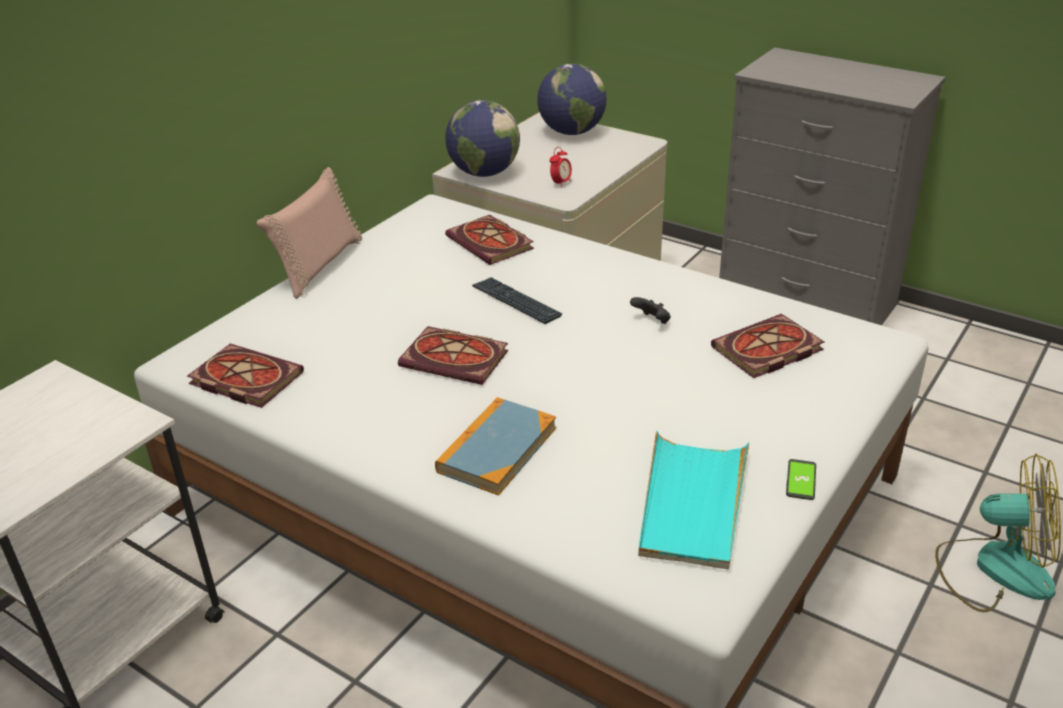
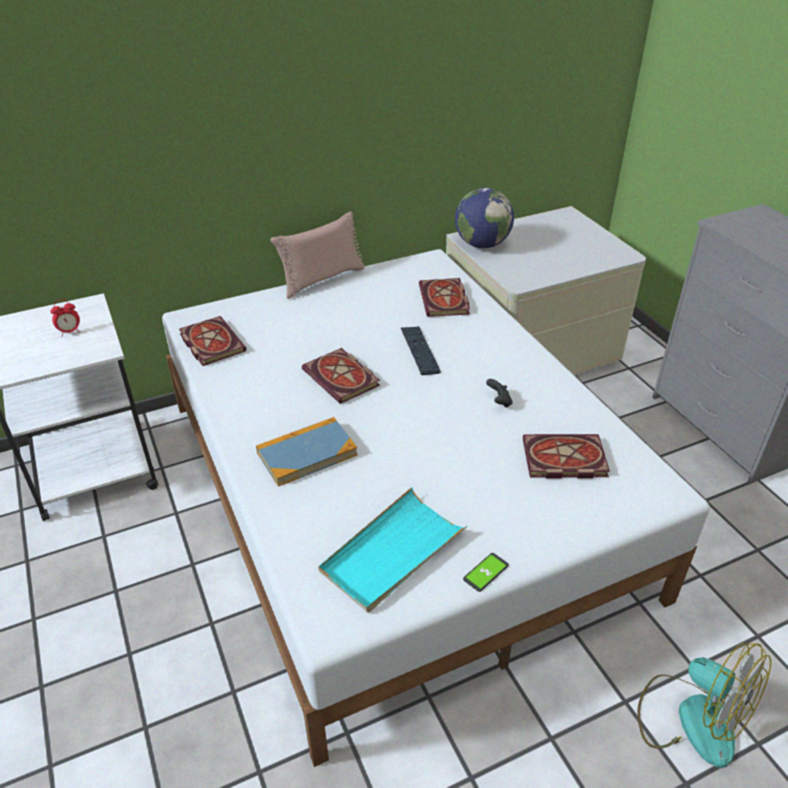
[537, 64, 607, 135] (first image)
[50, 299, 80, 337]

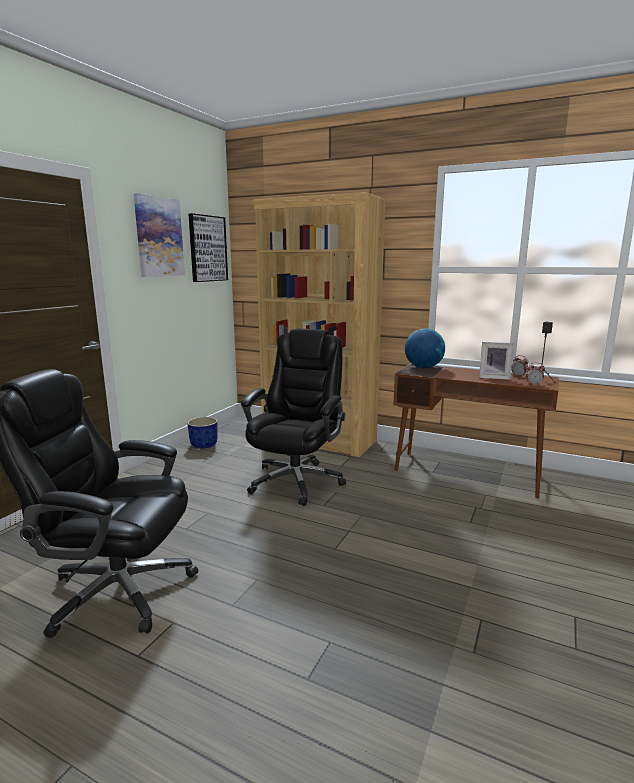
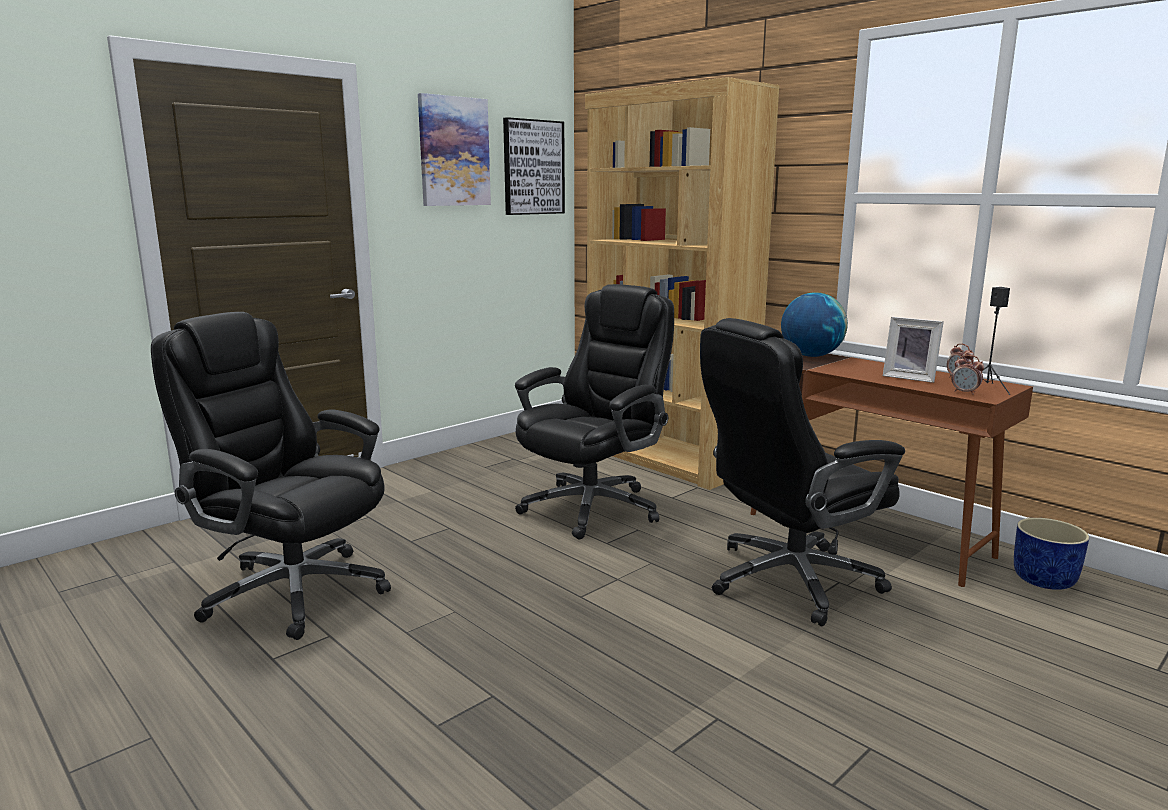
[1014, 518, 1089, 590]
[700, 318, 905, 626]

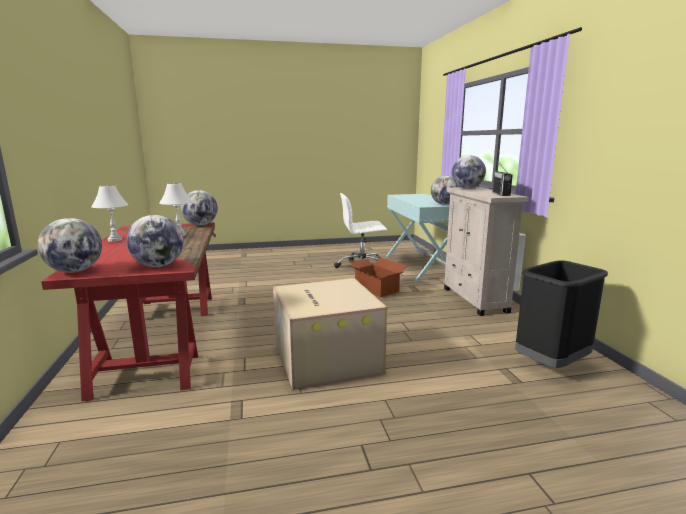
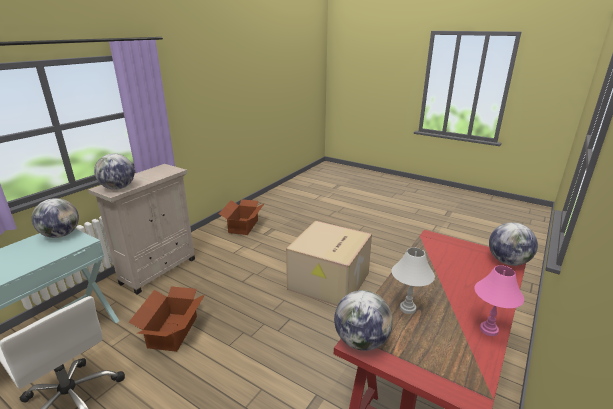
[493, 163, 513, 196] (first image)
[474, 265, 524, 336]
[126, 215, 183, 267] (first image)
[219, 199, 265, 235]

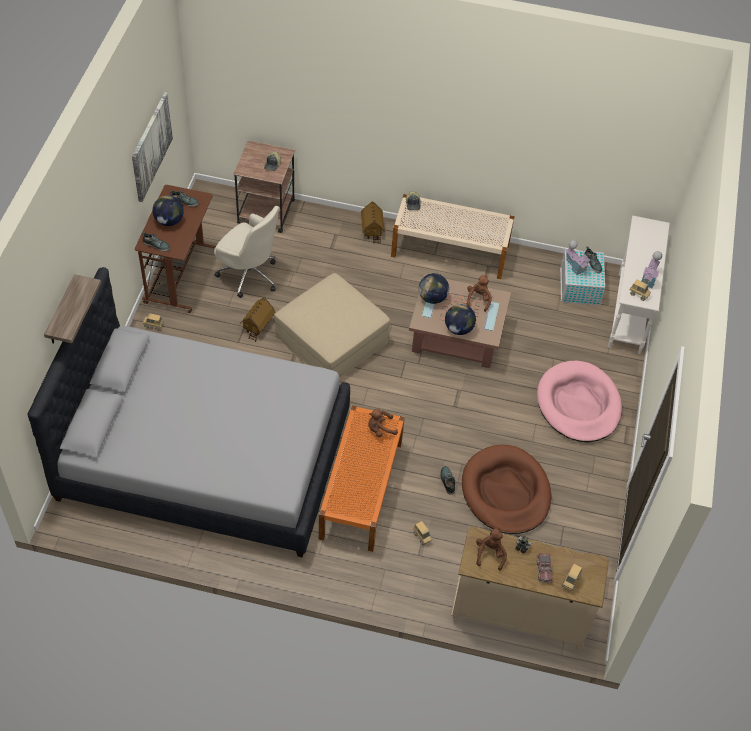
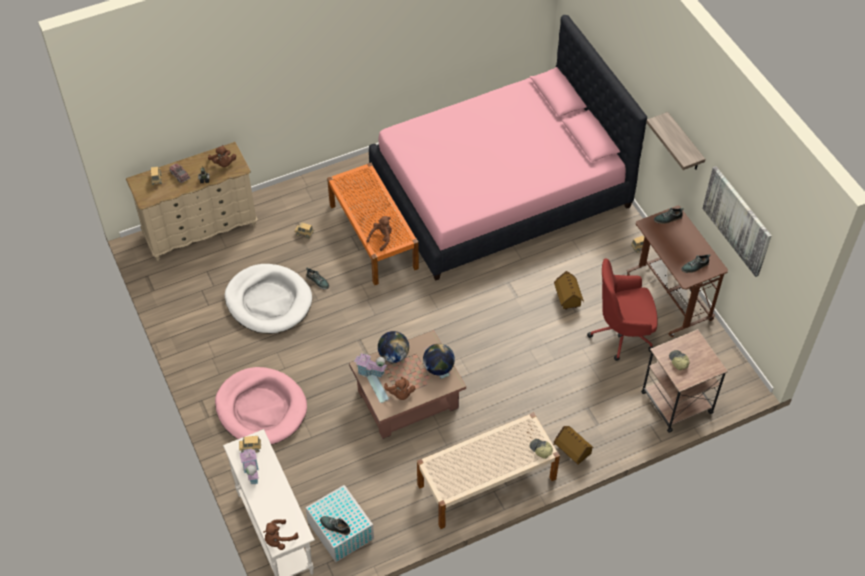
[153, 195, 184, 226] (first image)
[587, 258, 658, 361]
[354, 353, 387, 378]
[369, 15, 647, 281]
[275, 273, 390, 377] (first image)
[646, 112, 705, 170]
[225, 264, 312, 334]
[263, 519, 298, 550]

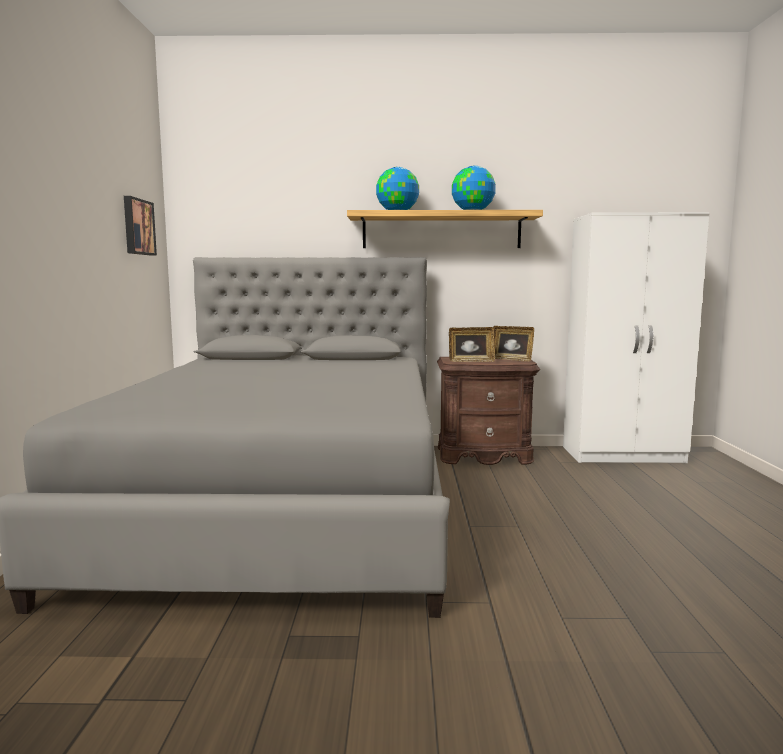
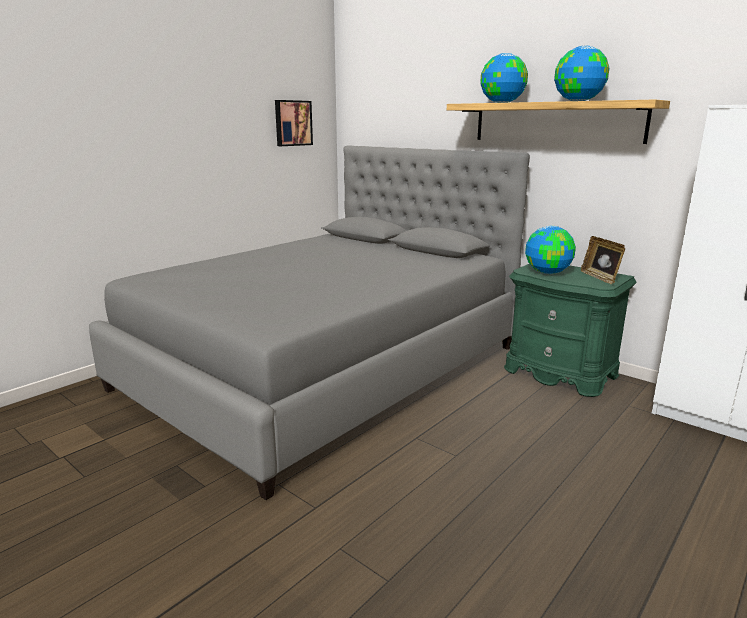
[525, 226, 576, 274]
[504, 264, 637, 397]

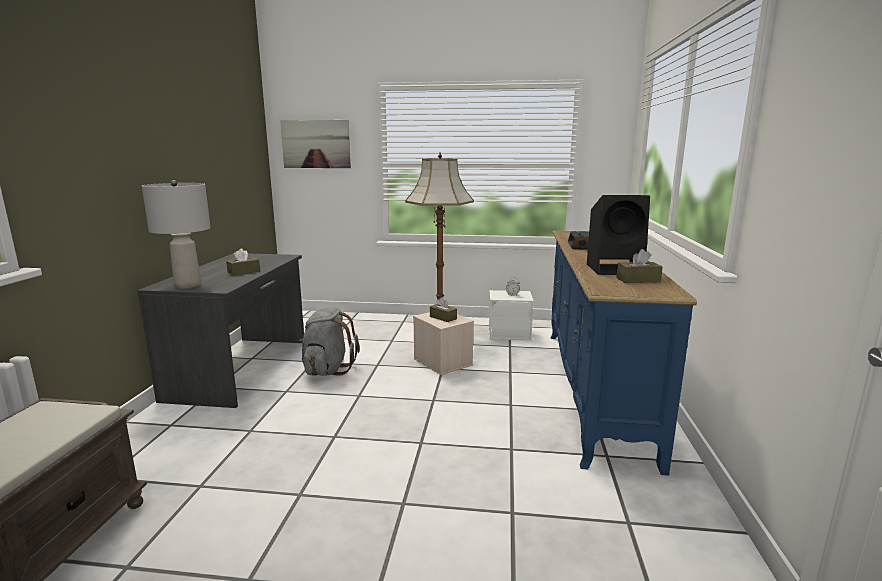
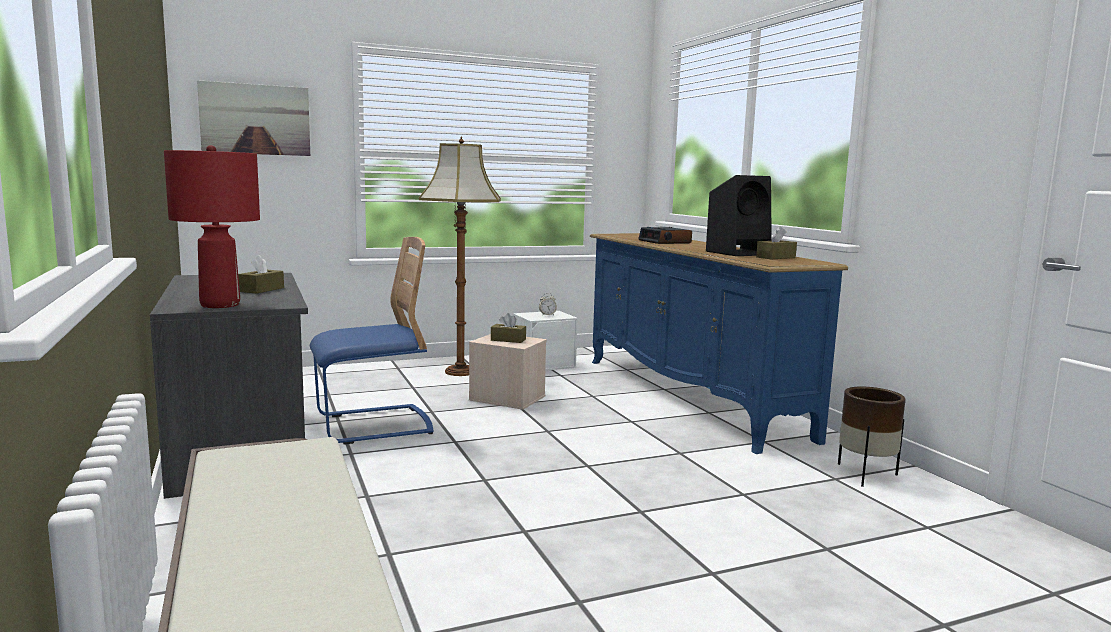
[164, 145, 260, 308]
[310, 237, 433, 445]
[838, 387, 906, 487]

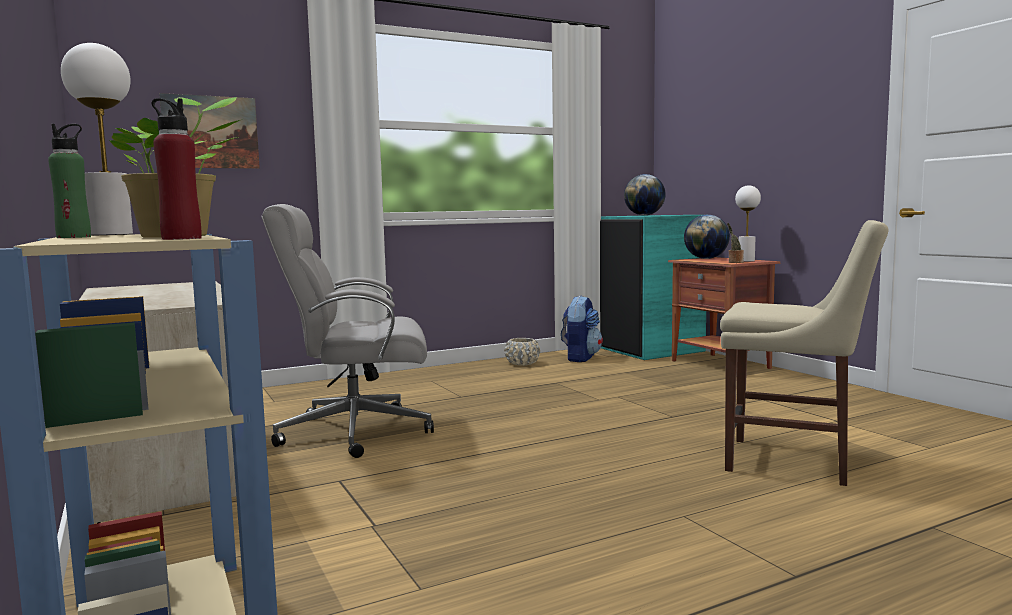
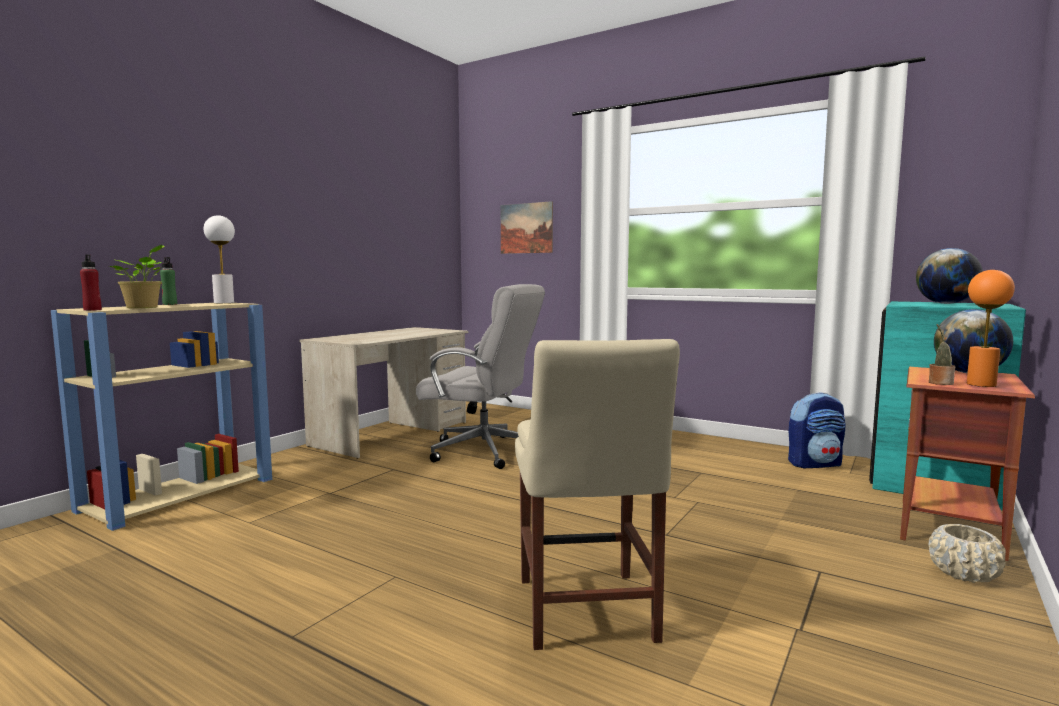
[967, 270, 1015, 387]
[416, 284, 545, 469]
[928, 524, 1006, 583]

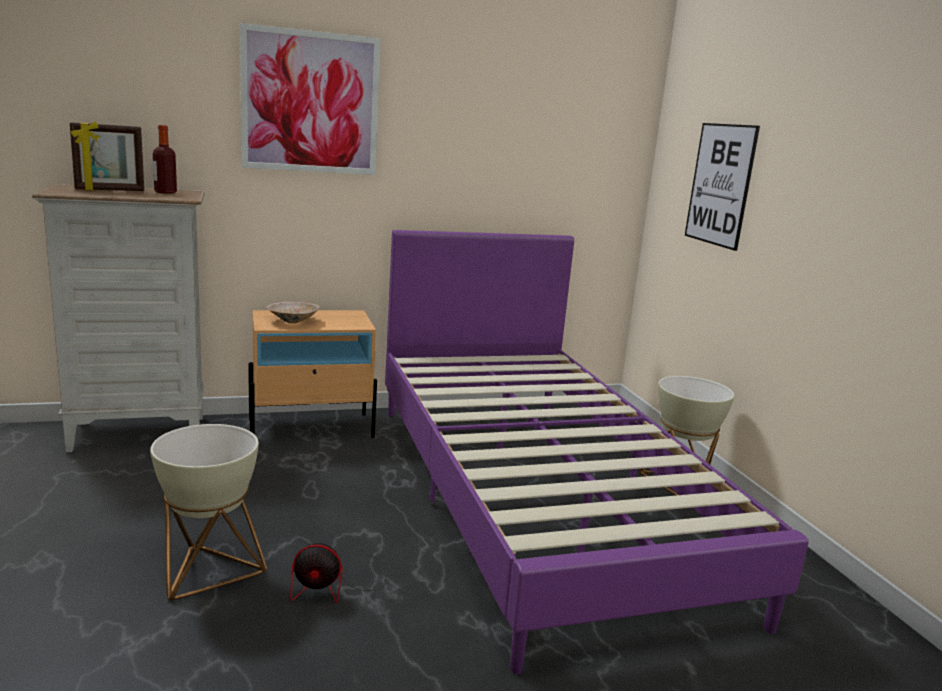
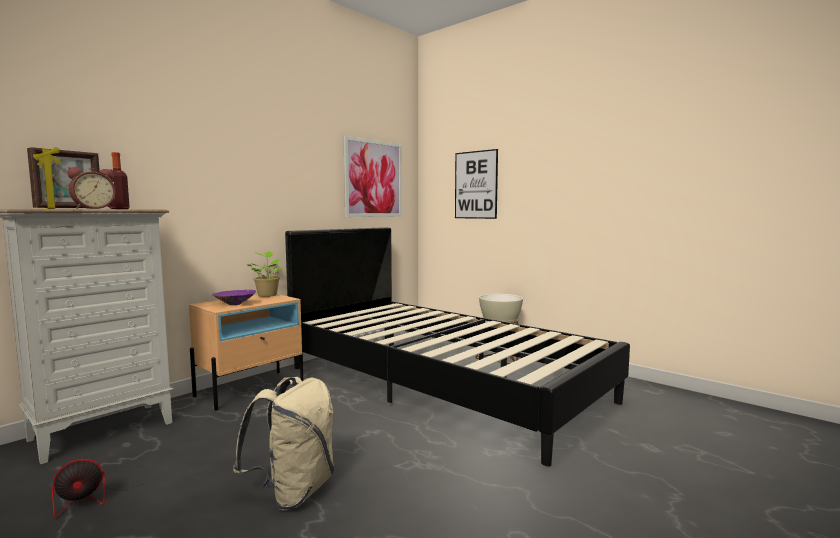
[344, 136, 402, 217]
[285, 227, 630, 466]
[212, 290, 256, 305]
[233, 377, 334, 510]
[51, 458, 146, 518]
[67, 167, 116, 209]
[247, 251, 283, 297]

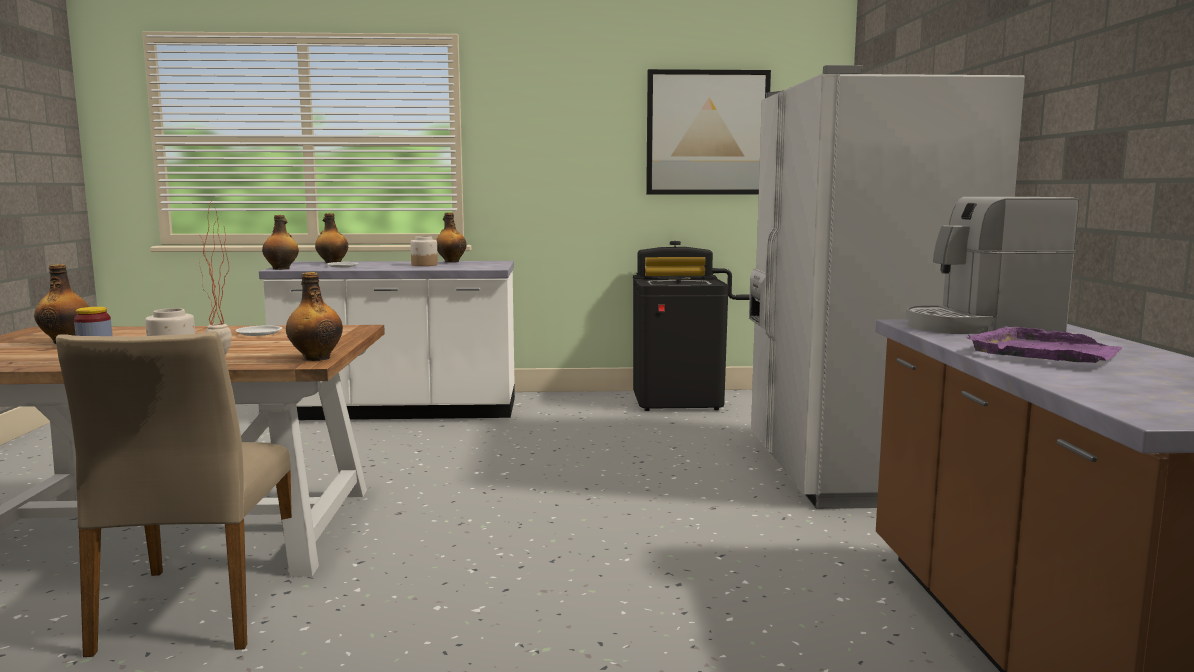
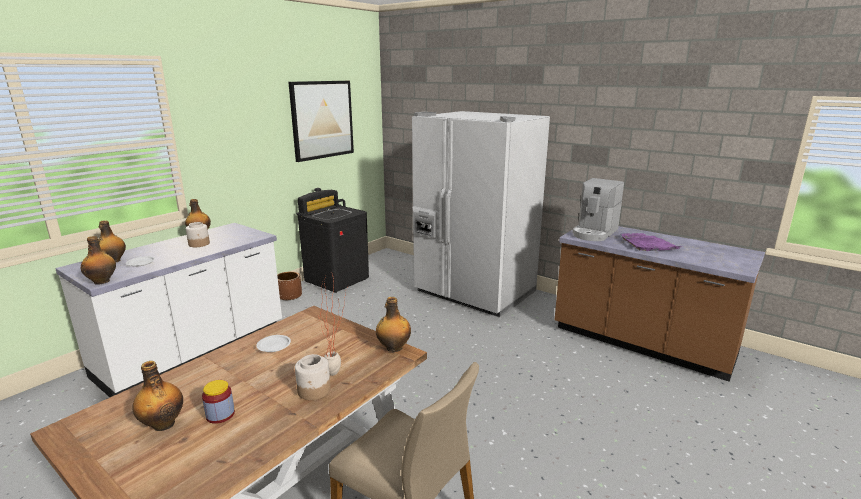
[277, 271, 302, 300]

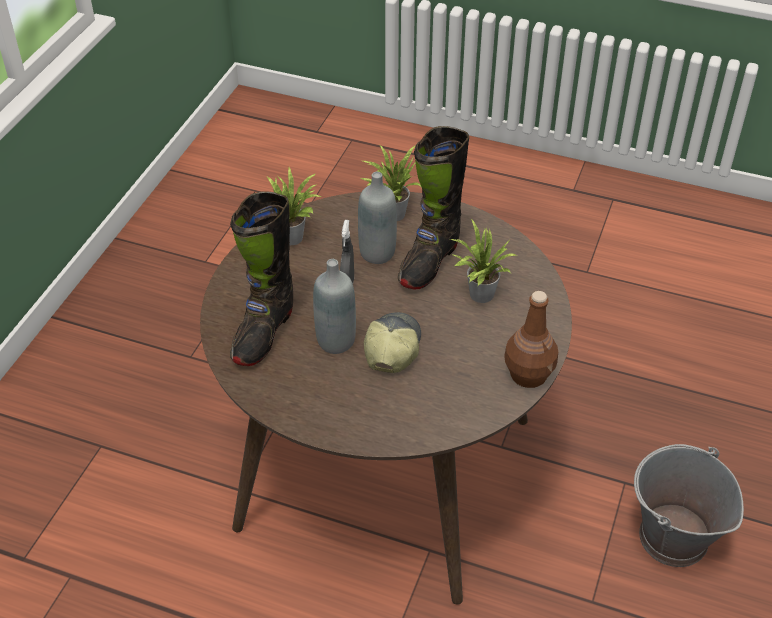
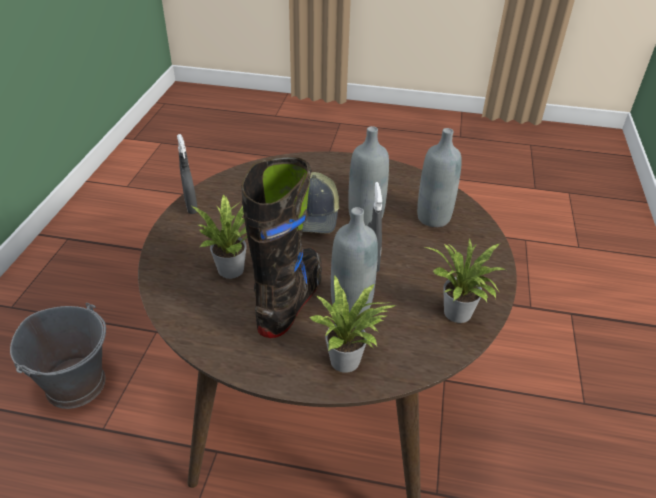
[417, 128, 462, 227]
[177, 134, 198, 214]

